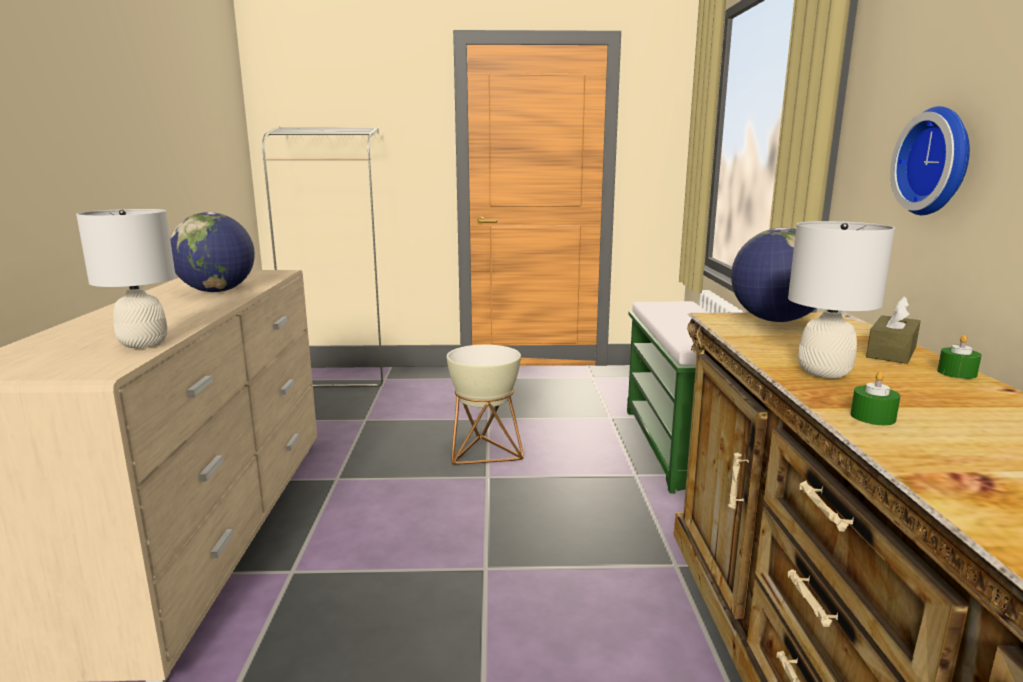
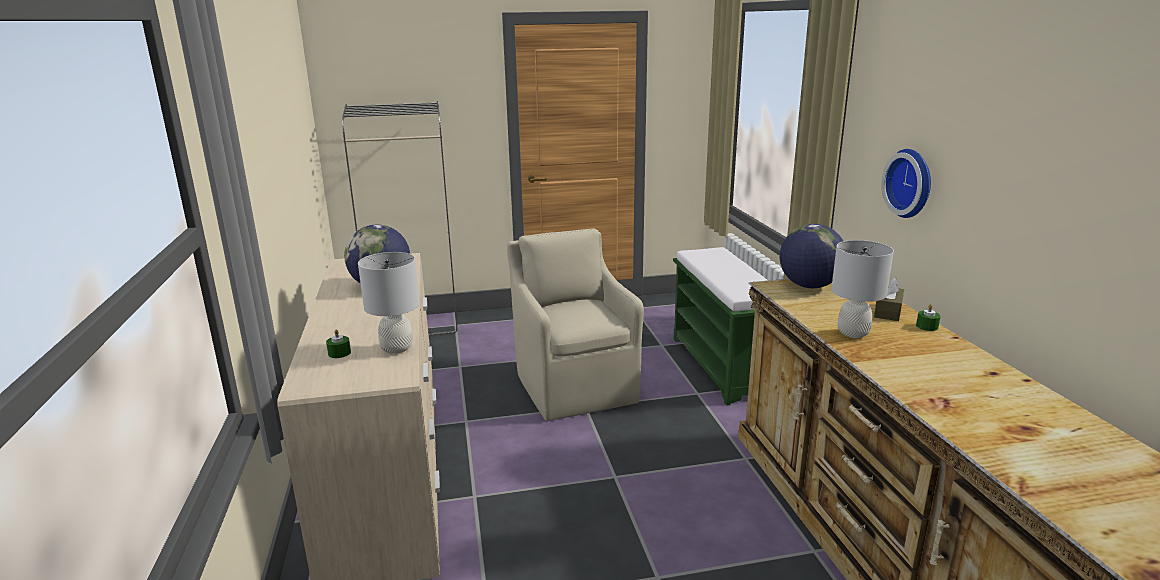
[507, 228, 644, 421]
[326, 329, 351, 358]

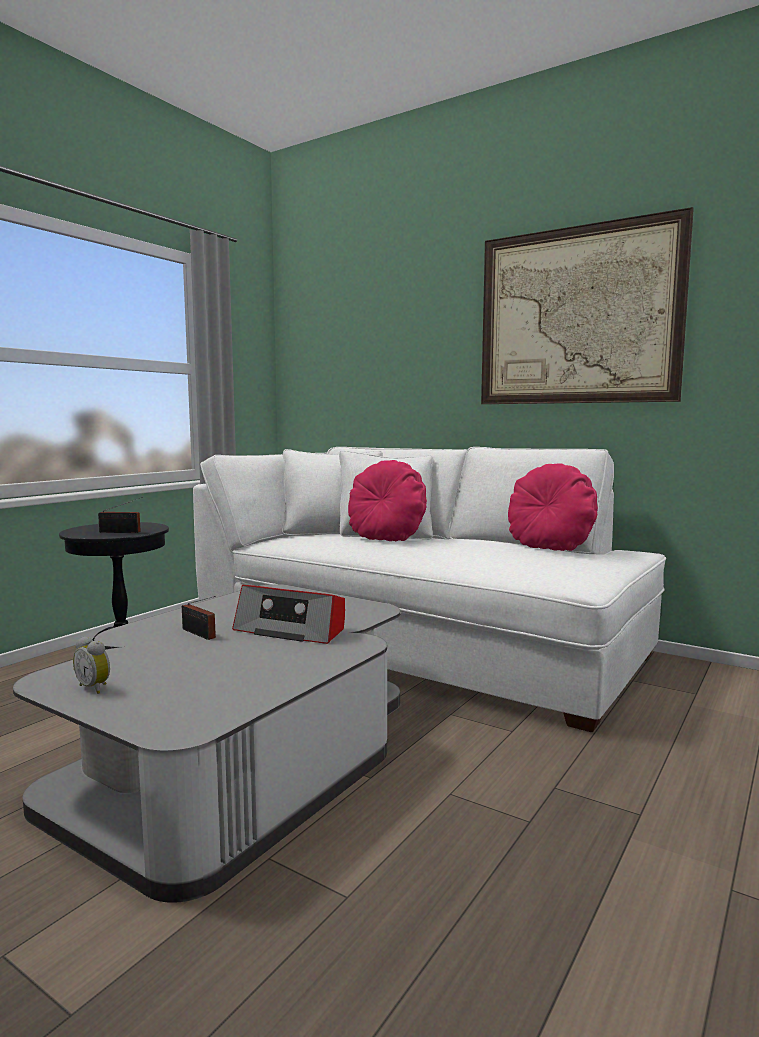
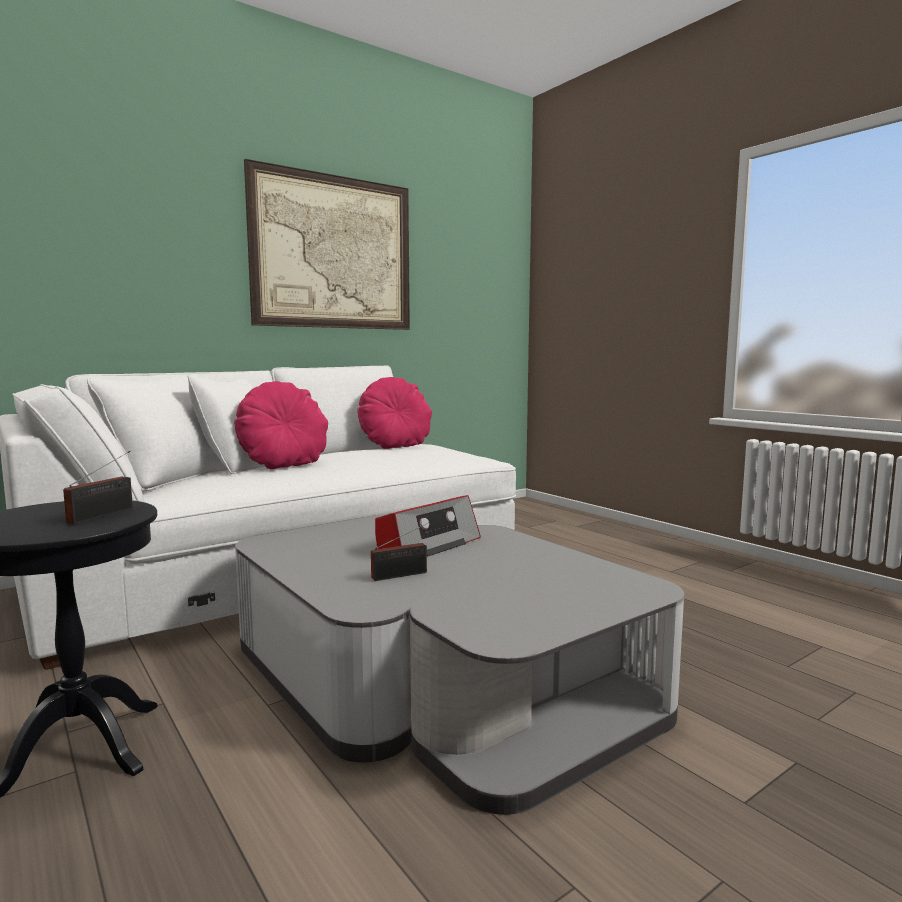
[73, 636, 110, 694] (first image)

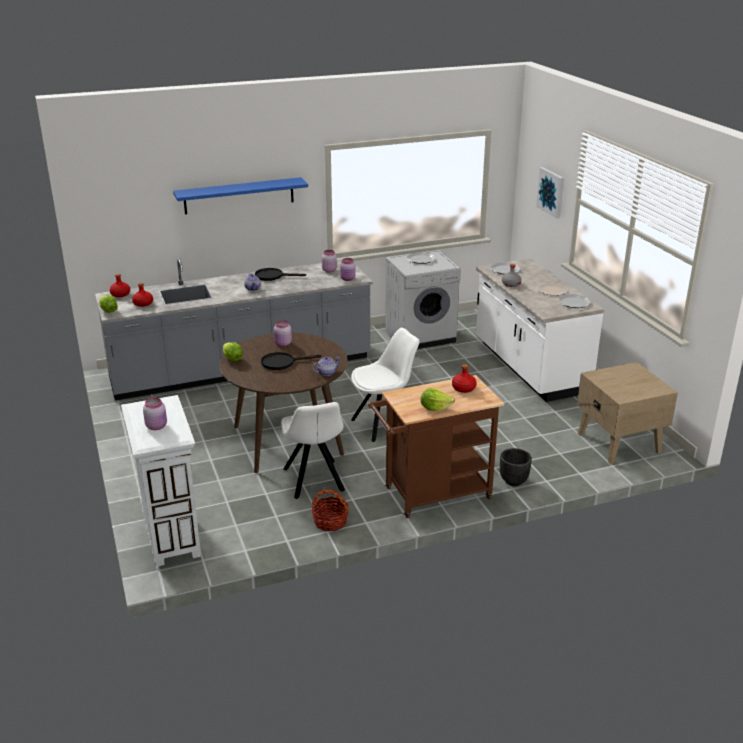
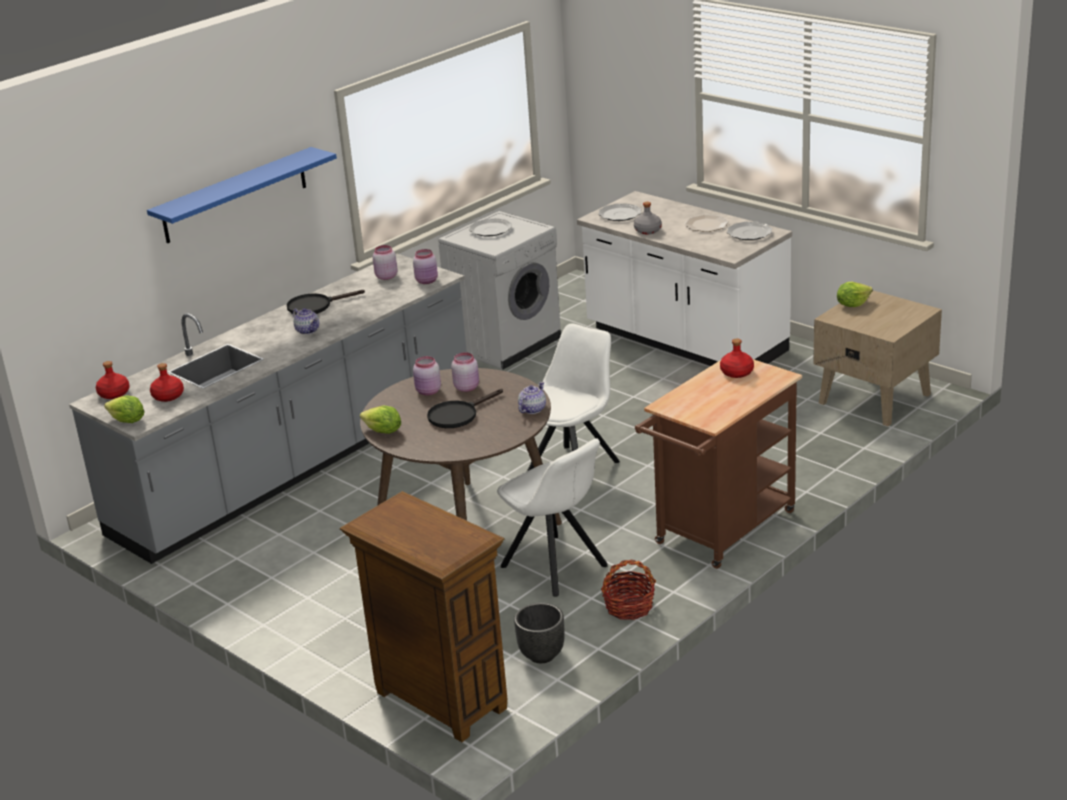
[536, 167, 564, 219] (first image)
[837, 282, 873, 307]
[340, 491, 507, 742]
[451, 352, 479, 392]
[514, 603, 564, 663]

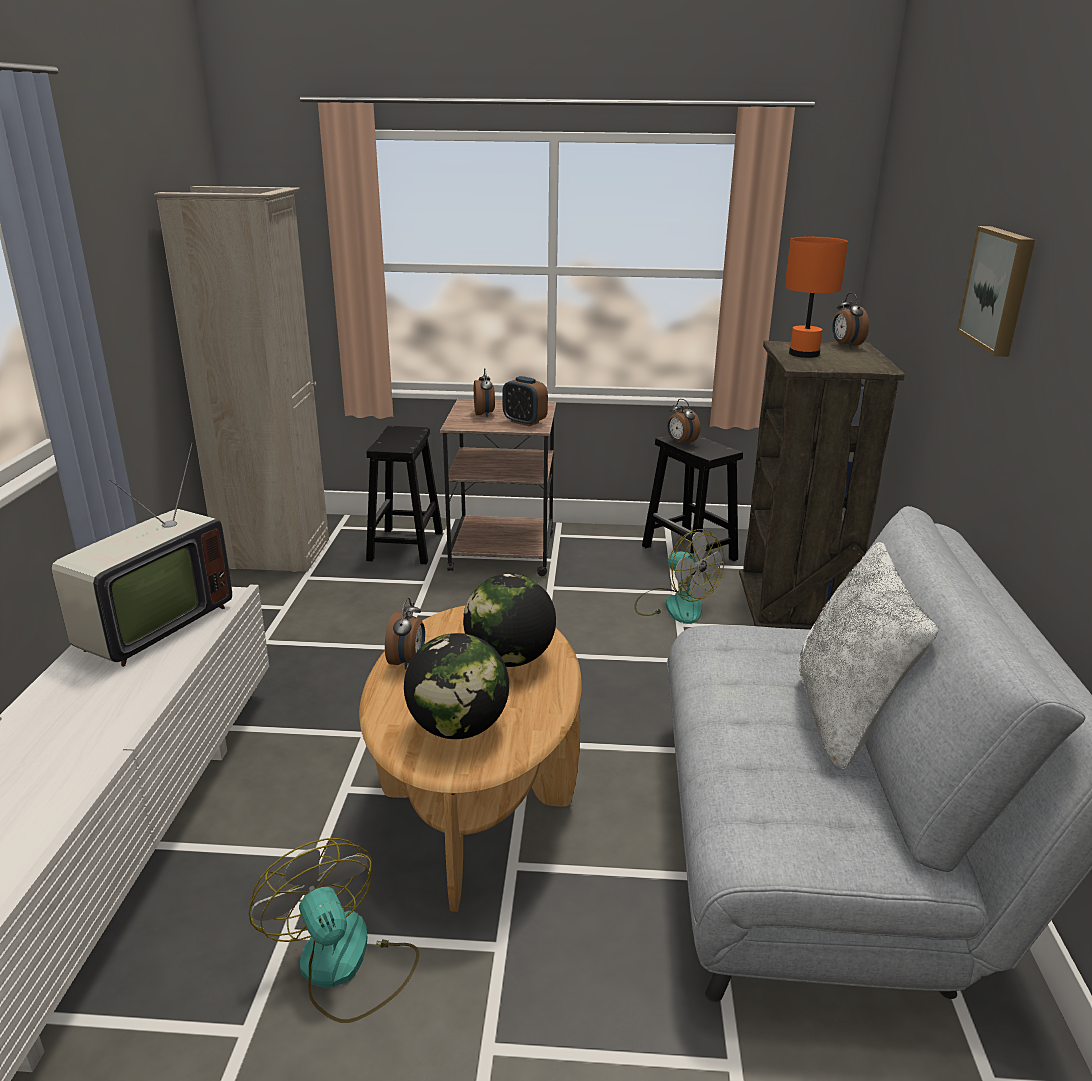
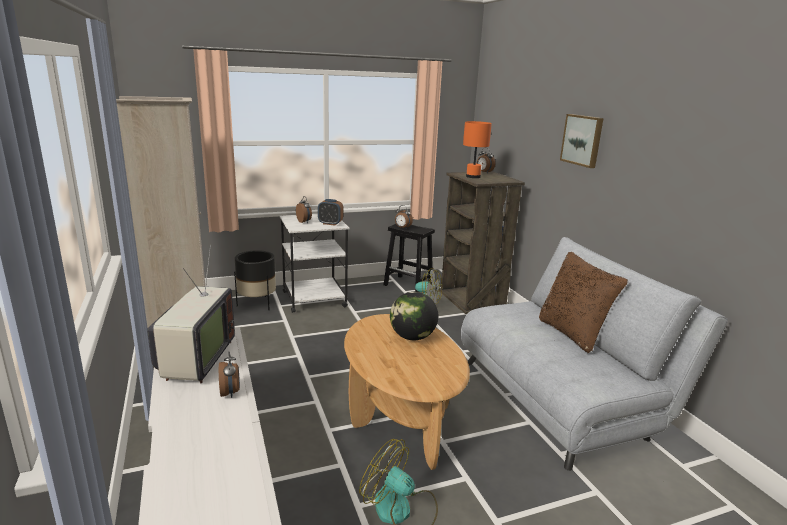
[280, 214, 350, 313]
[234, 250, 276, 310]
[539, 251, 628, 353]
[219, 352, 240, 398]
[404, 633, 509, 739] (first image)

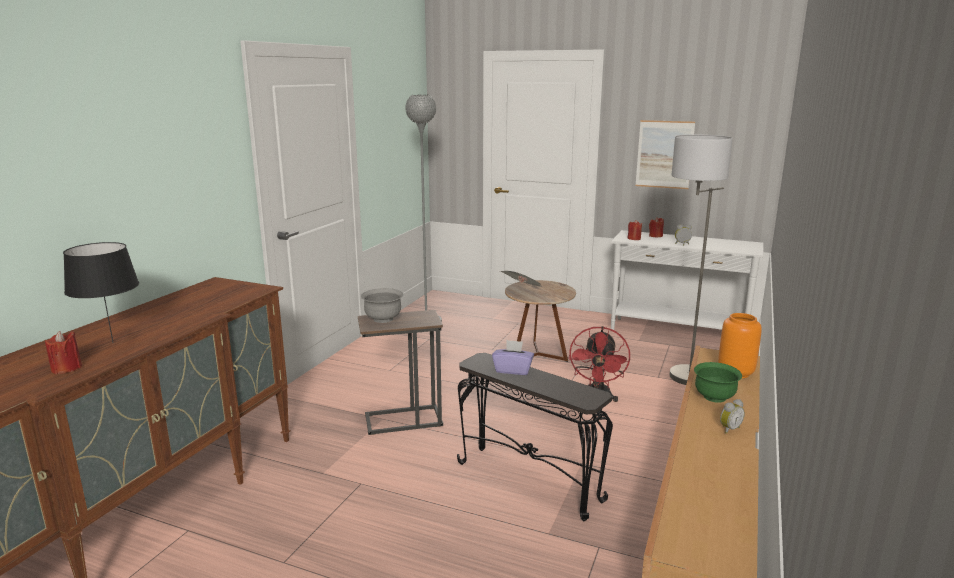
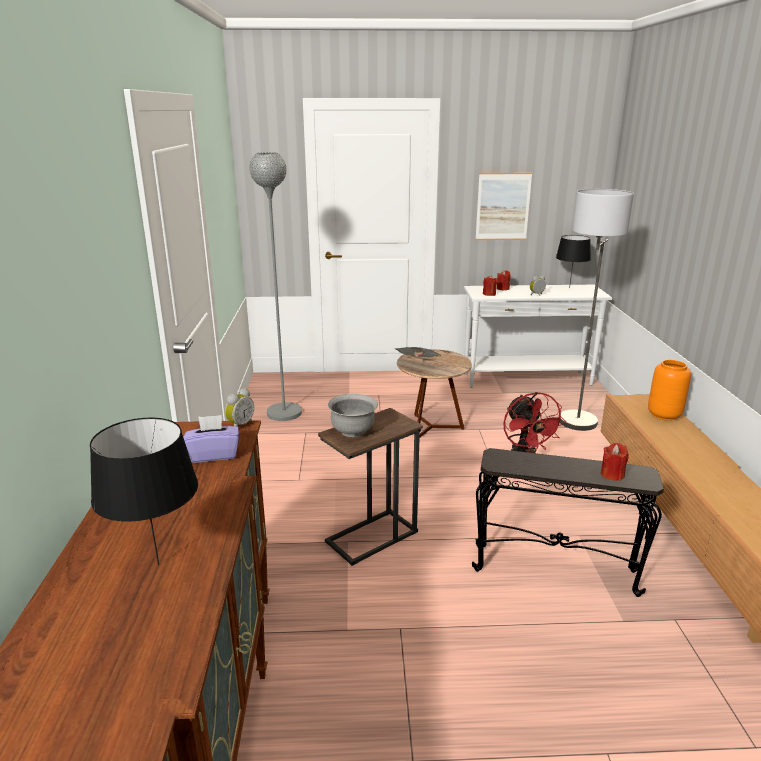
[601, 443, 629, 481]
[183, 415, 239, 463]
[694, 362, 742, 403] (first image)
[225, 388, 254, 427]
[556, 235, 591, 289]

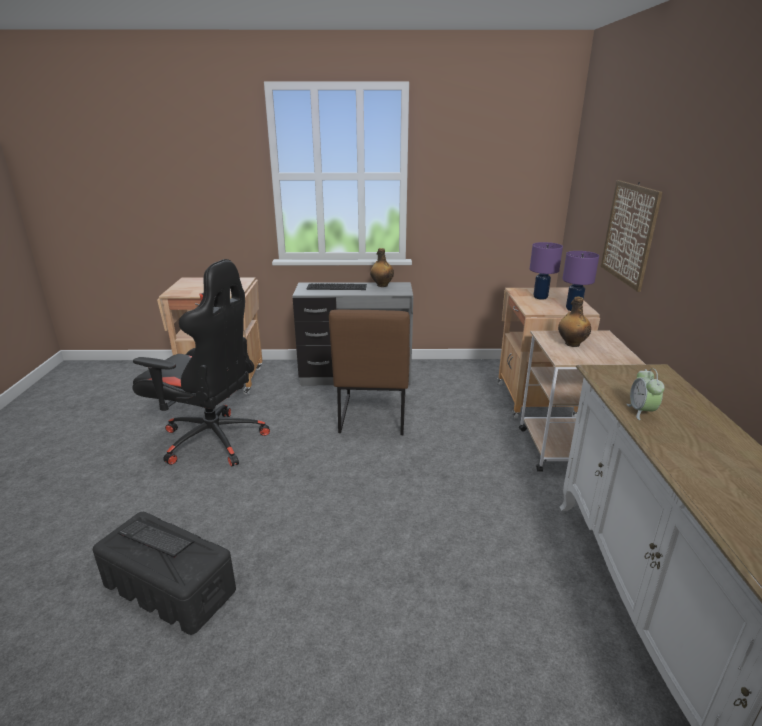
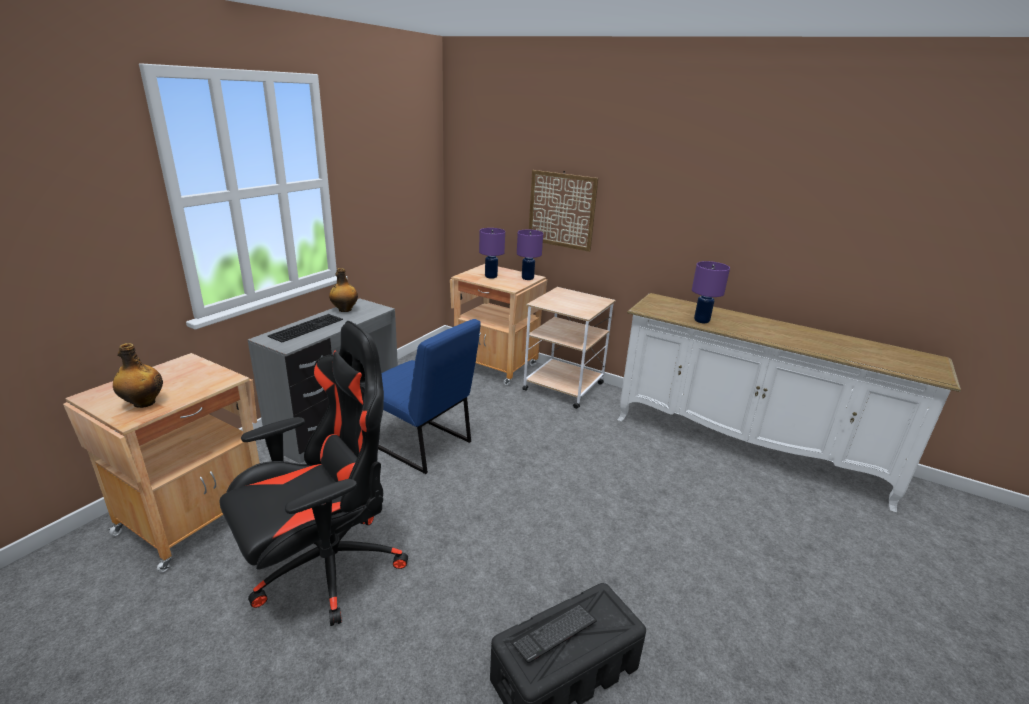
[113, 343, 163, 408]
[378, 319, 481, 474]
[692, 261, 730, 324]

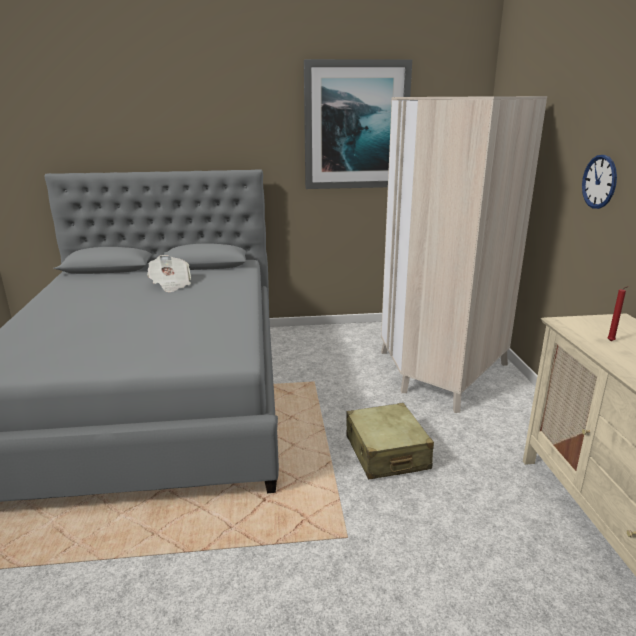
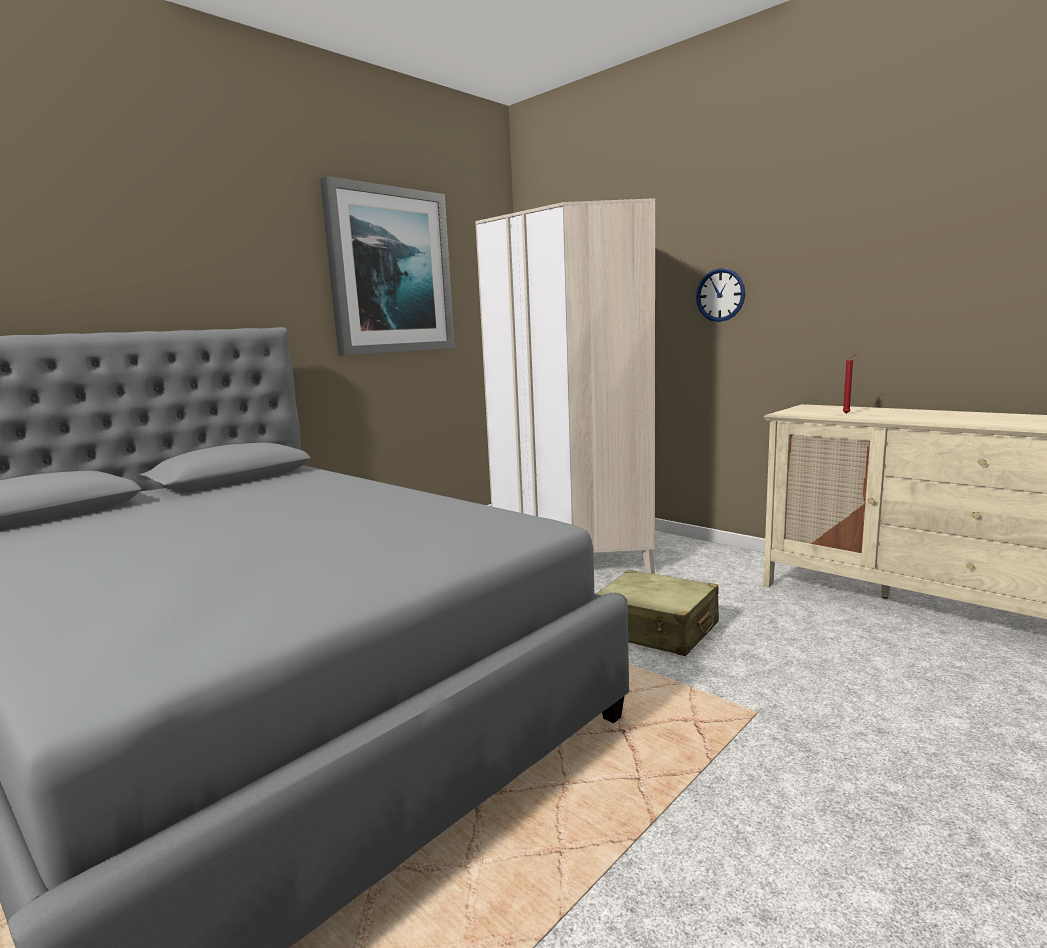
[147, 255, 191, 292] (first image)

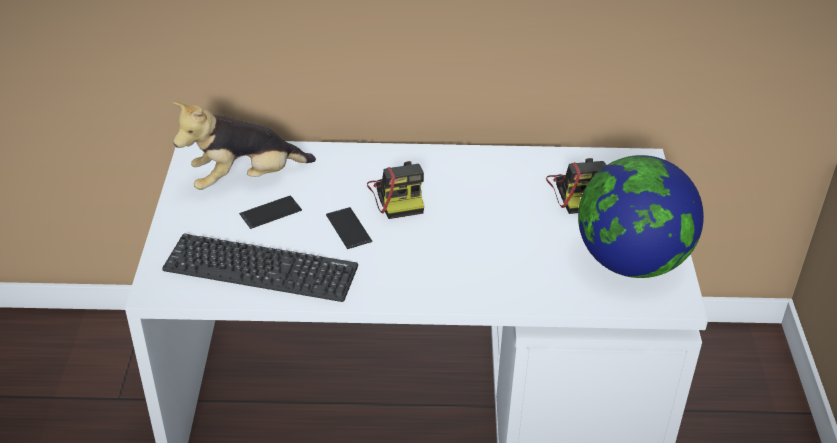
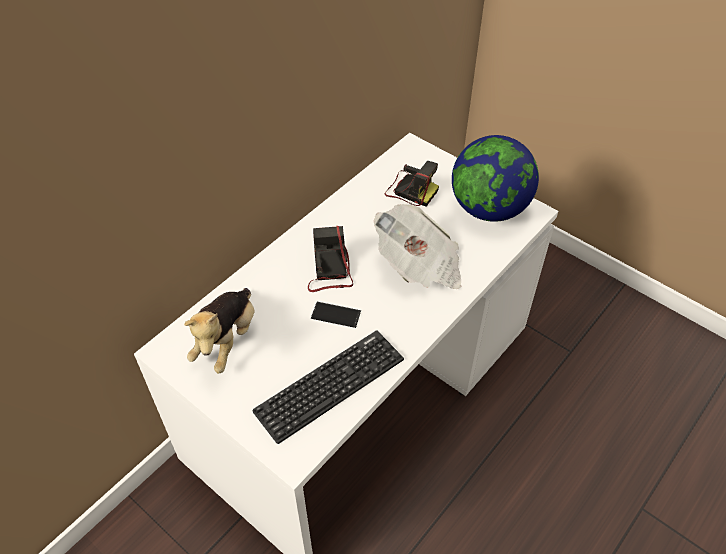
[308, 226, 353, 292]
[239, 195, 302, 229] (first image)
[374, 204, 462, 289]

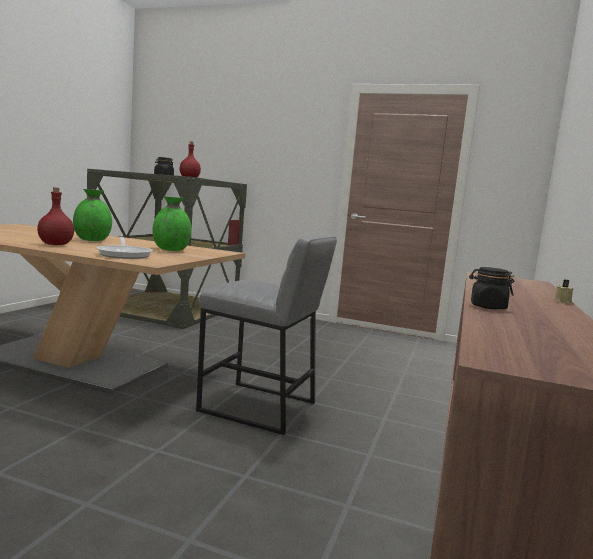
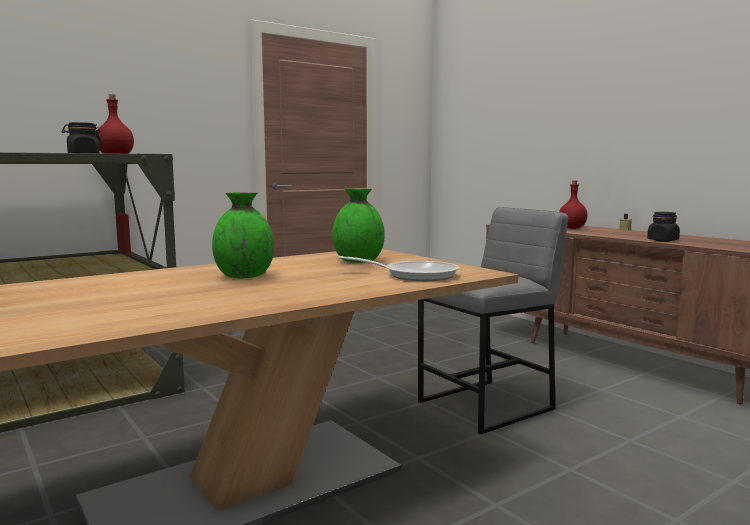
[559, 181, 588, 229]

